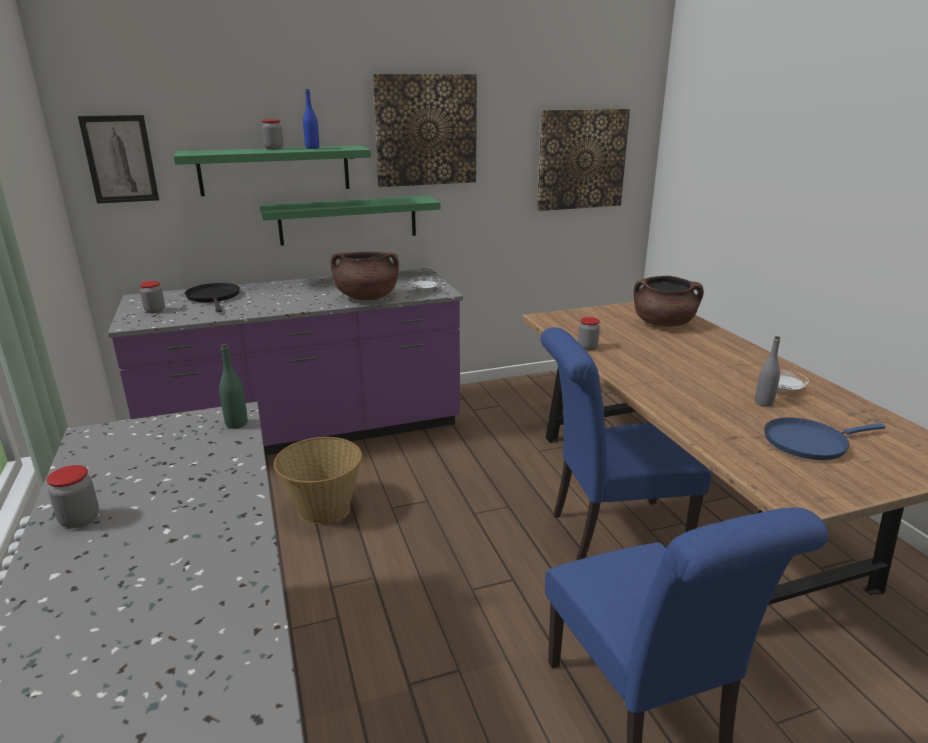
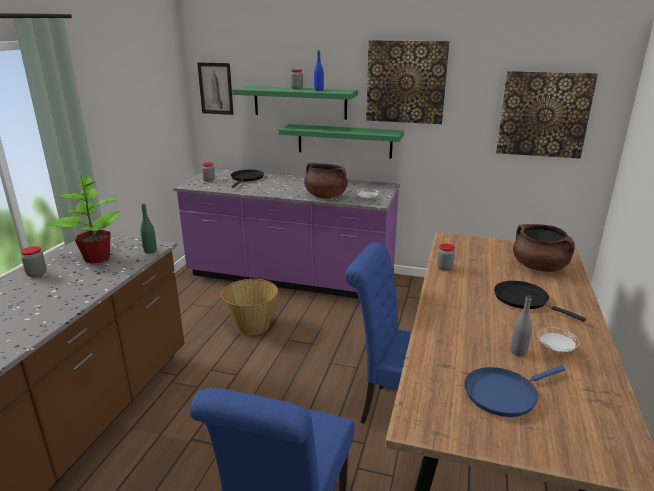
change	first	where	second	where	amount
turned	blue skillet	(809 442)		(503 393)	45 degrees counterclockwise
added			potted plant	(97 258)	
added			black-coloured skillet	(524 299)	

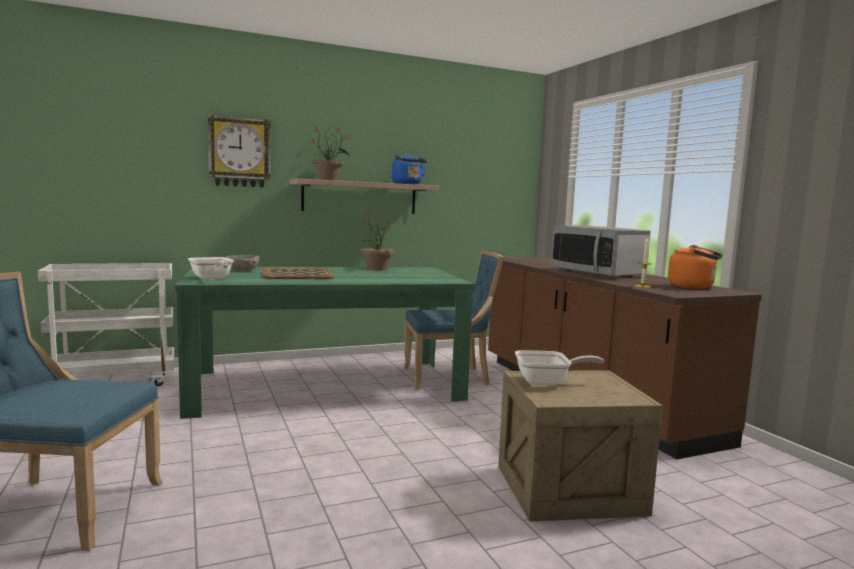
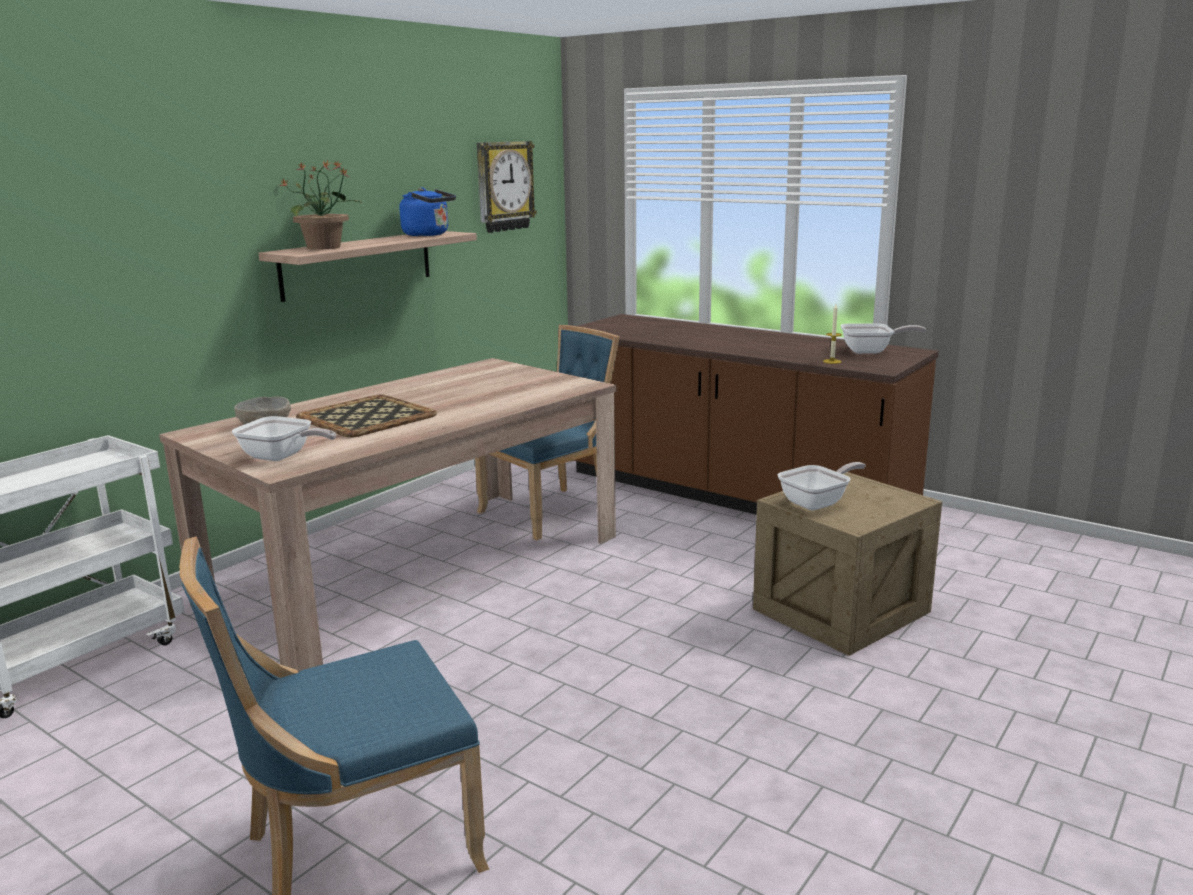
change	first	where	second	where	amount
recoloured	green kitchen table	(326 386)	beige-coloured kitchen table	(418 569)	
moved	hanging clock	(239 152)		(504 186)	
removed	potted plant	(377 269)			
removed	microwave	(597 273)			
replaced	orange-coloured water kettle	(693 287)	skillet	(871 351)	

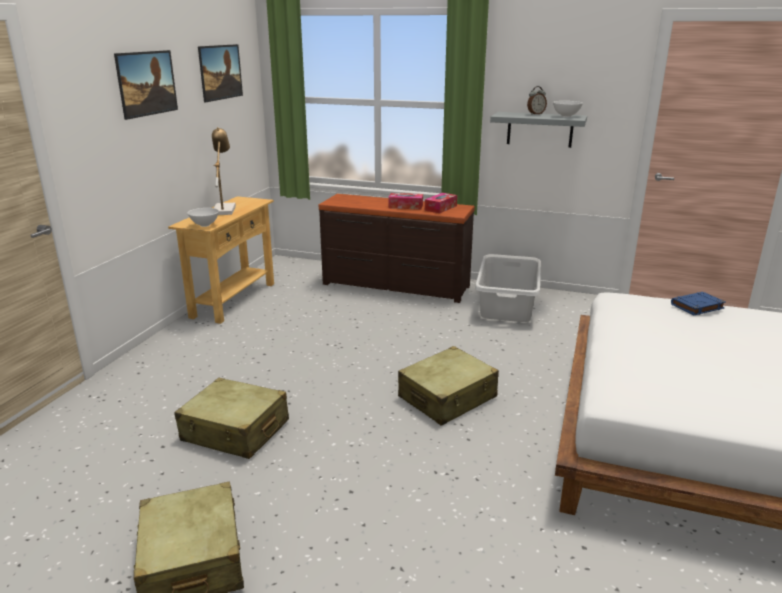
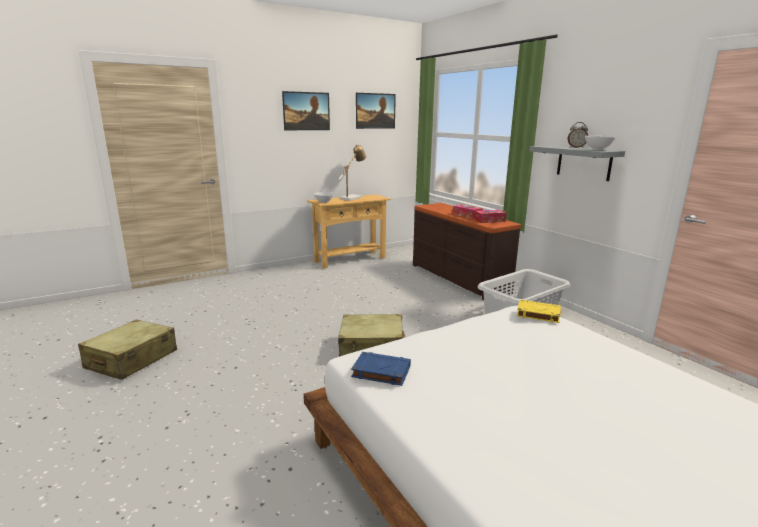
change	first	where	second	where	amount
removed	beige-coloured piece of luggage	(235 431)			
moved	blue volume	(697 306)		(380 372)	
added			yellow volume	(537 314)	

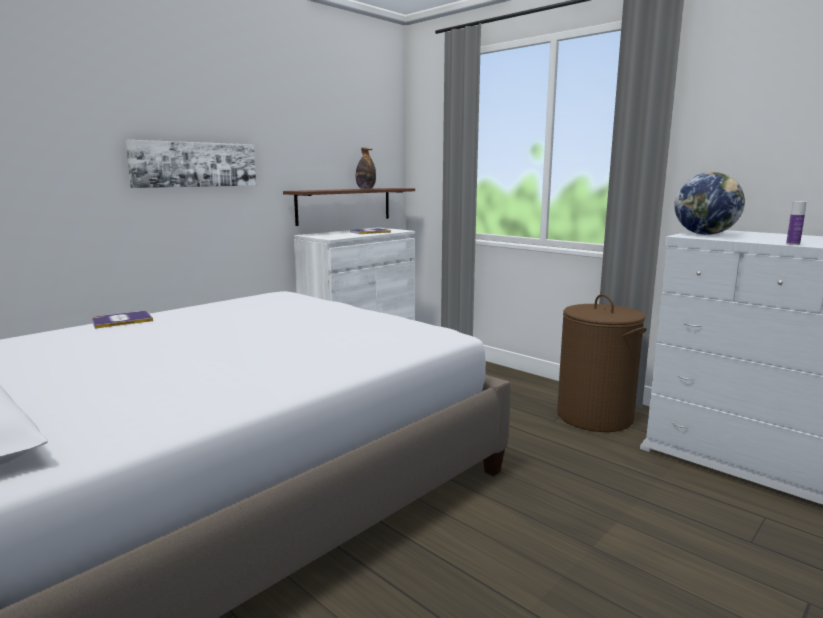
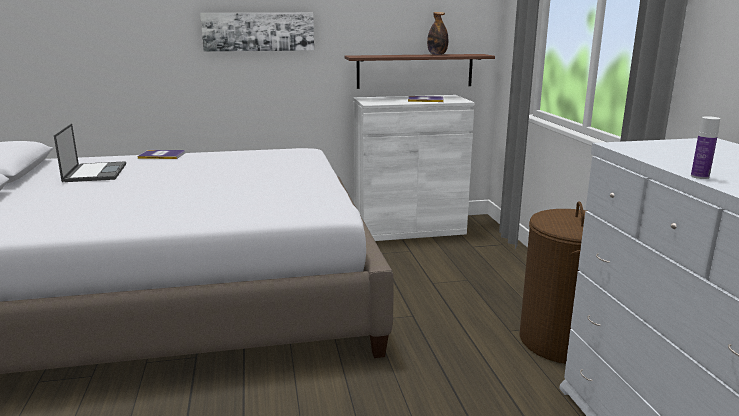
change	first	where	second	where	amount
removed	desk globe	(705 234)			
added			laptop	(95 172)	

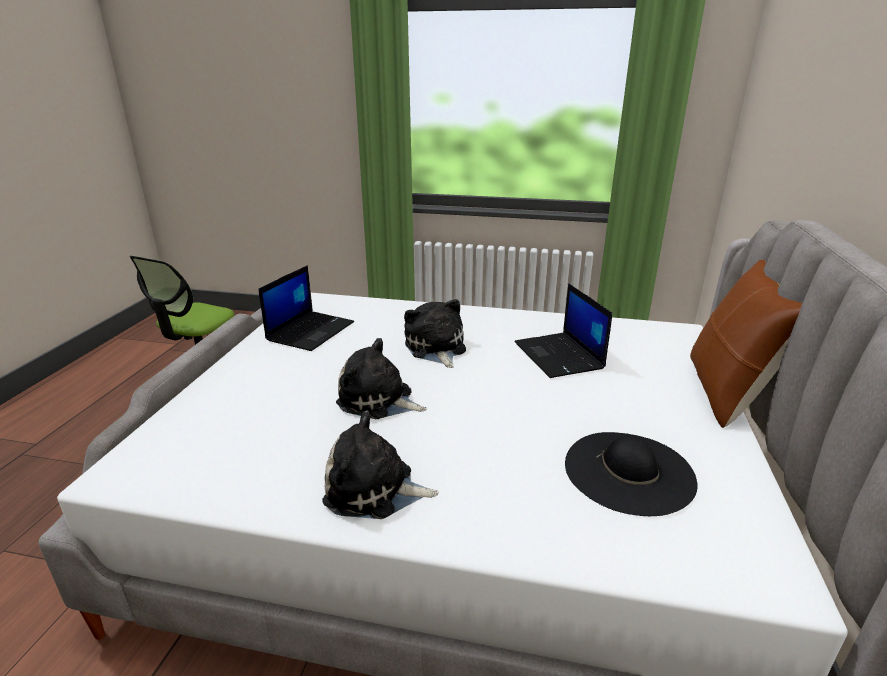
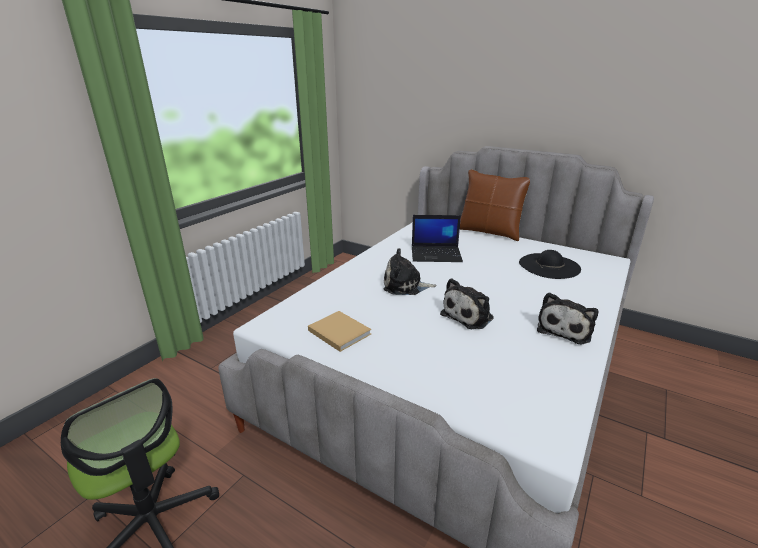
change	first	where	second	where	amount
replaced	laptop	(310 331)	beige-coloured volume	(338 331)	

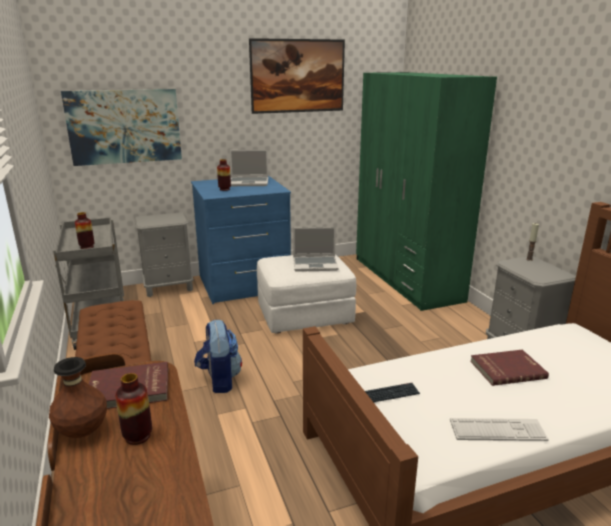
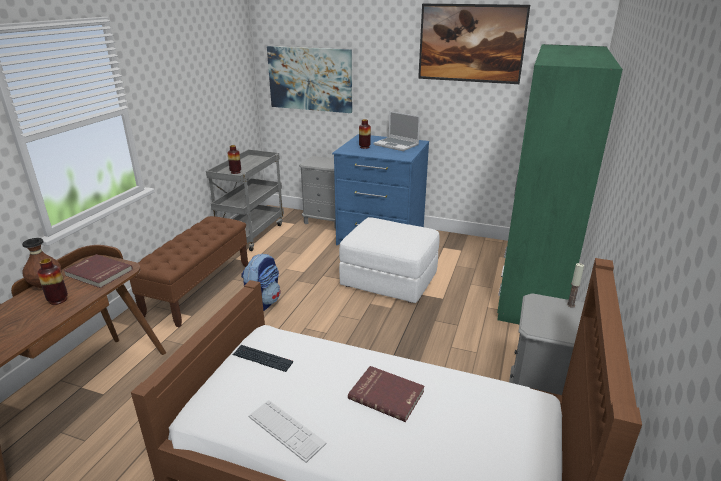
change	first	where	second	where	amount
removed	laptop	(315 264)			

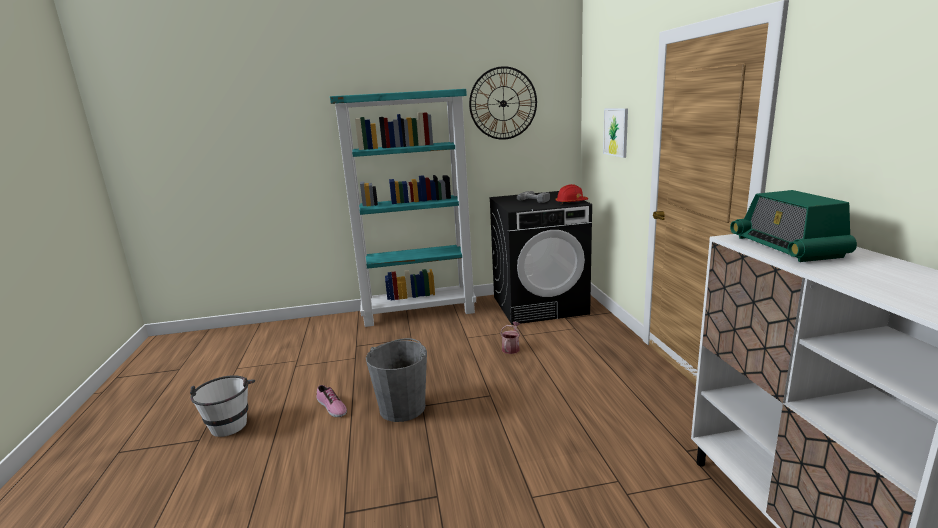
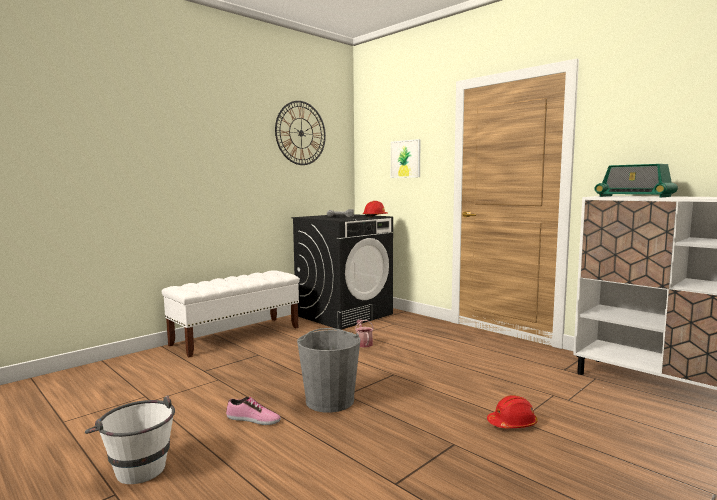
change	first	where	second	where	amount
replaced	turquoise-coloured bookcase	(419 312)	whitish bench	(237 336)	
added			red-coloured hard hat	(512 423)	

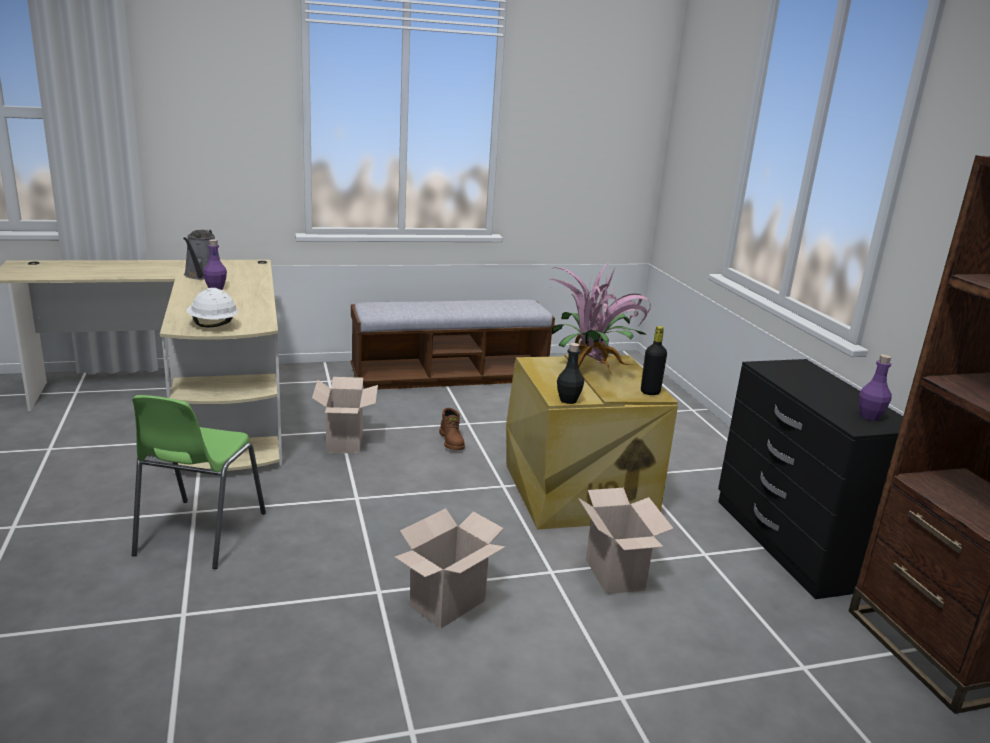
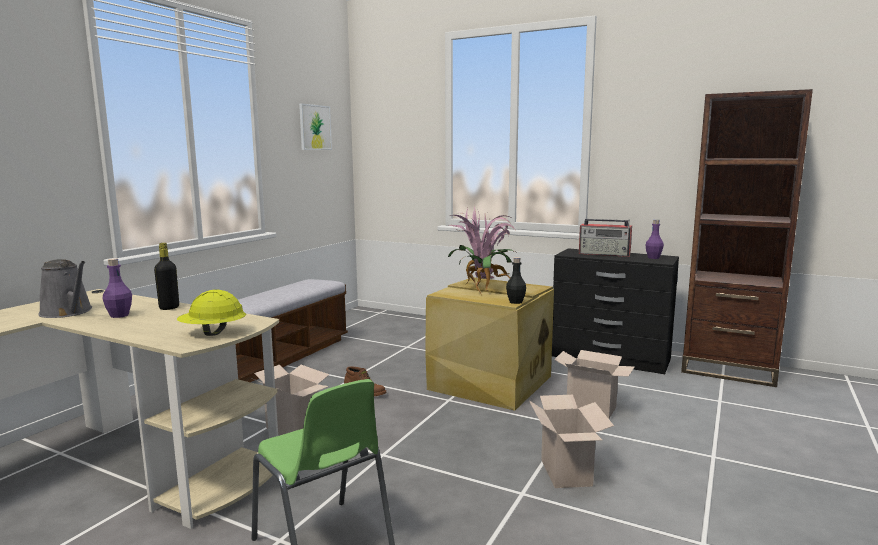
change	first	where	second	where	amount
recoloured	whitish hard hat	(213 325)	yellow hard hat	(213 333)	
moved	black-coloured drink bottle	(650 392)		(169 308)	
added			picture	(315 127)	
added			radio set	(605 254)	

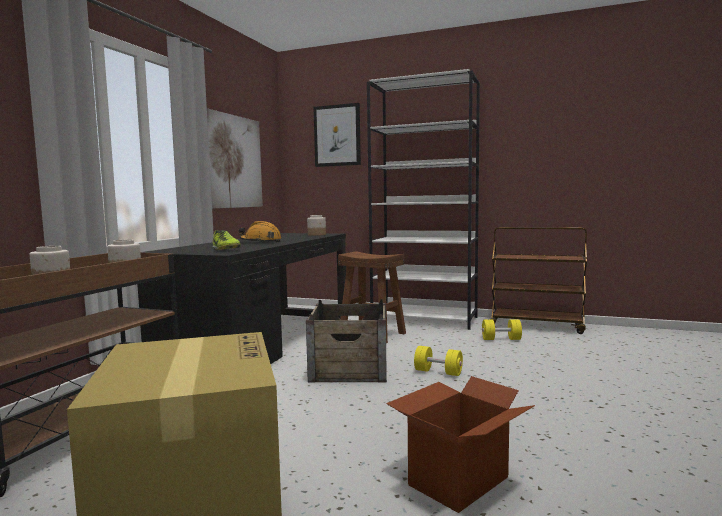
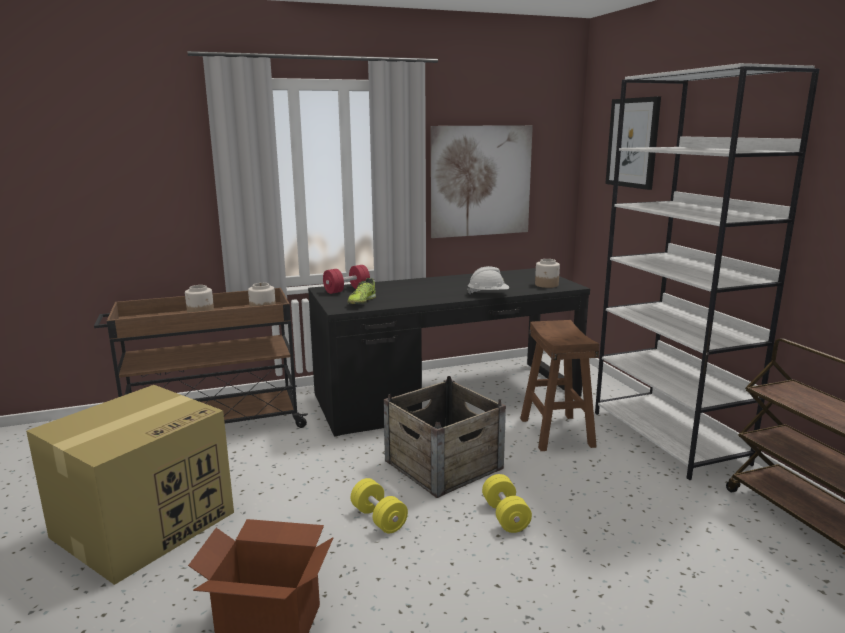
change	first	where	second	where	amount
removed	orange-coloured hard hat	(261 242)			
moved	yellow dumbbell	(501 339)		(379 518)	
added			red-coloured dumbbell	(347 290)	
added			whitish hard hat	(488 294)	

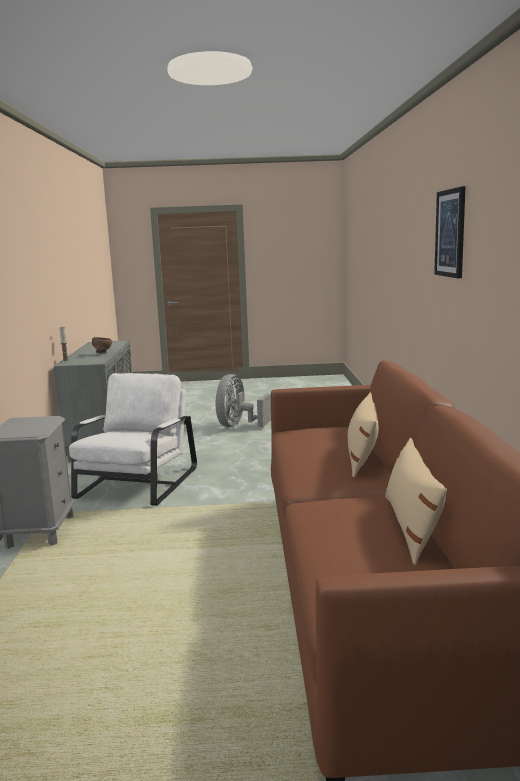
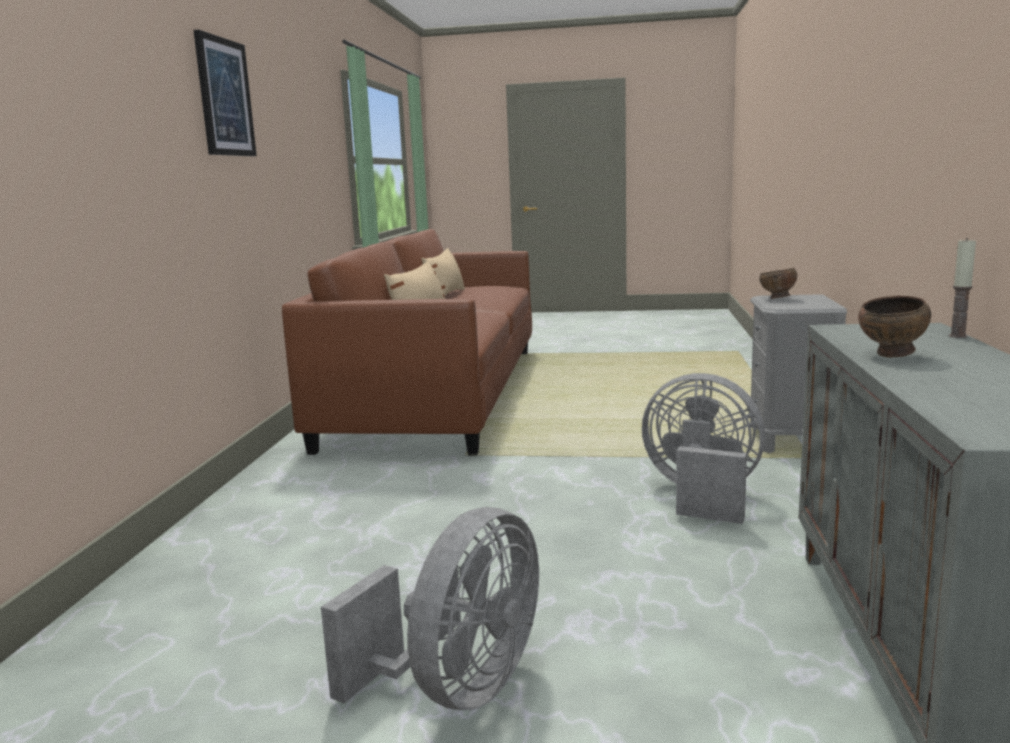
change	first	where	second	where	amount
replaced	whitish easy chair	(137 483)	gray fan	(701 496)	
added			brown-coloured bowl	(777 299)	

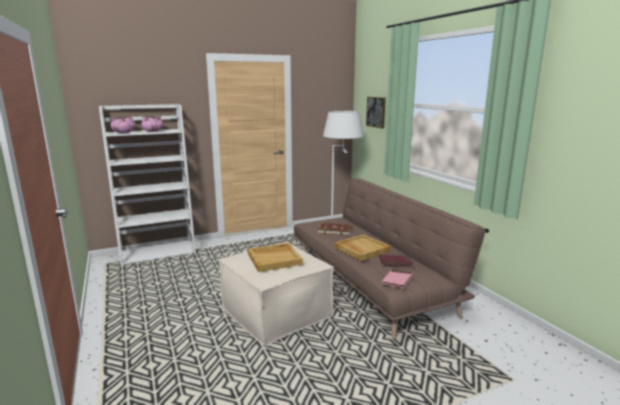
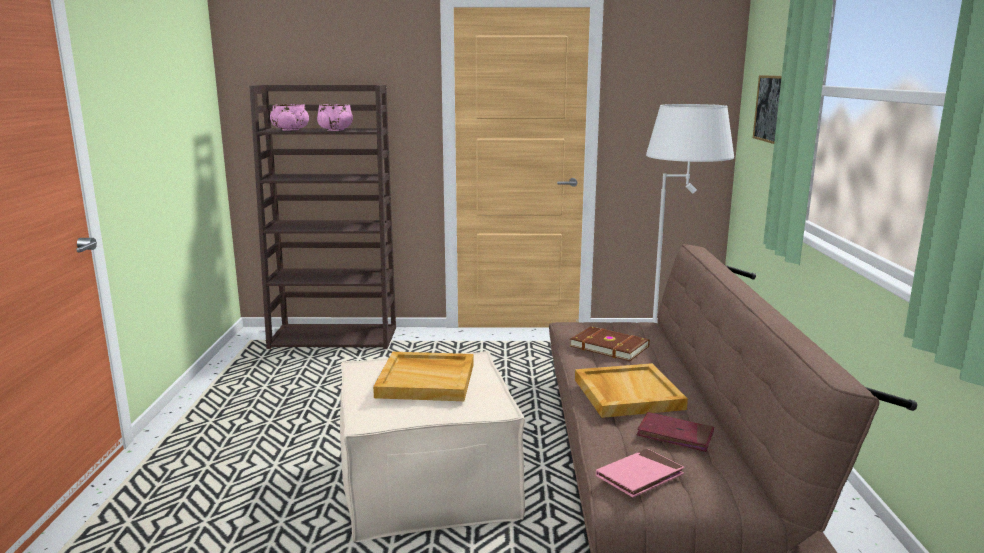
change	first	where	second	where	amount
recoloured	whitish bookcase	(158 253)	brown-coloured bookcase	(335 338)	

